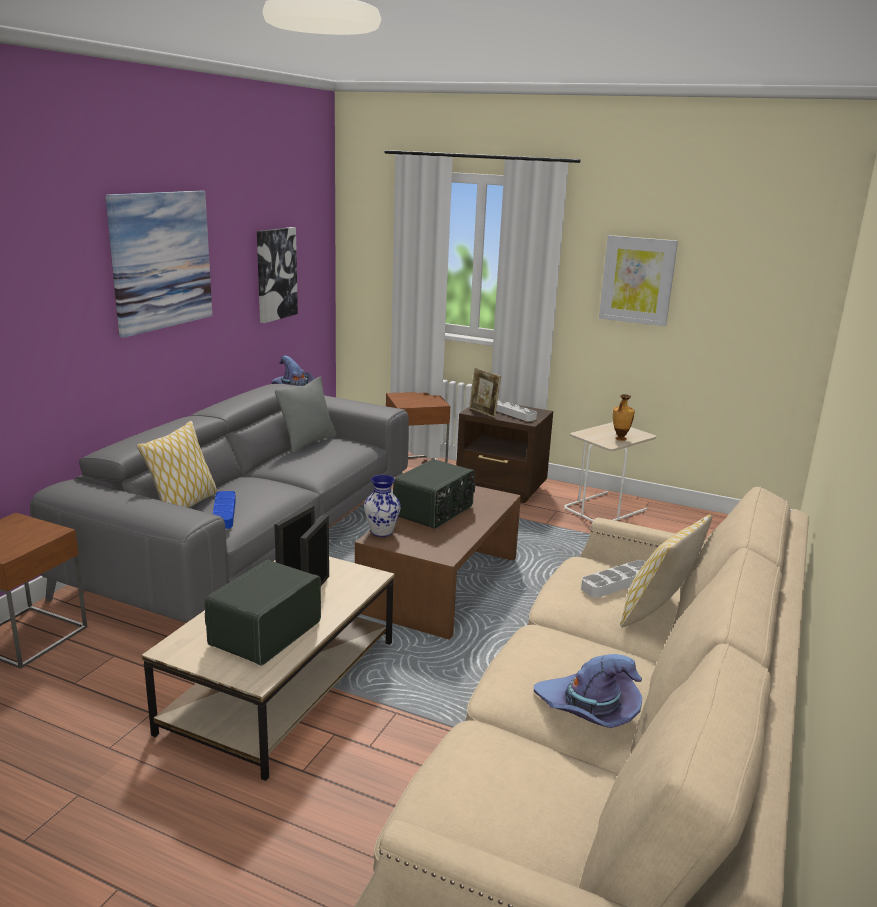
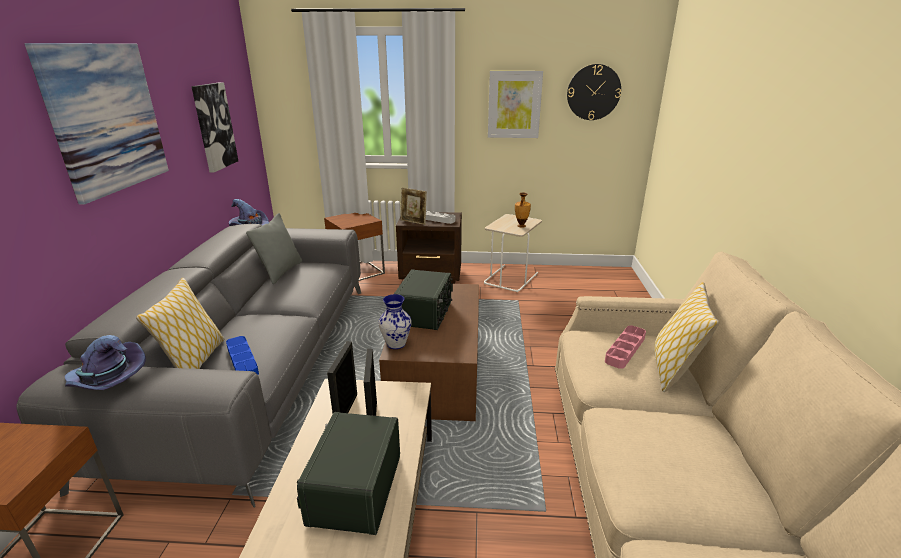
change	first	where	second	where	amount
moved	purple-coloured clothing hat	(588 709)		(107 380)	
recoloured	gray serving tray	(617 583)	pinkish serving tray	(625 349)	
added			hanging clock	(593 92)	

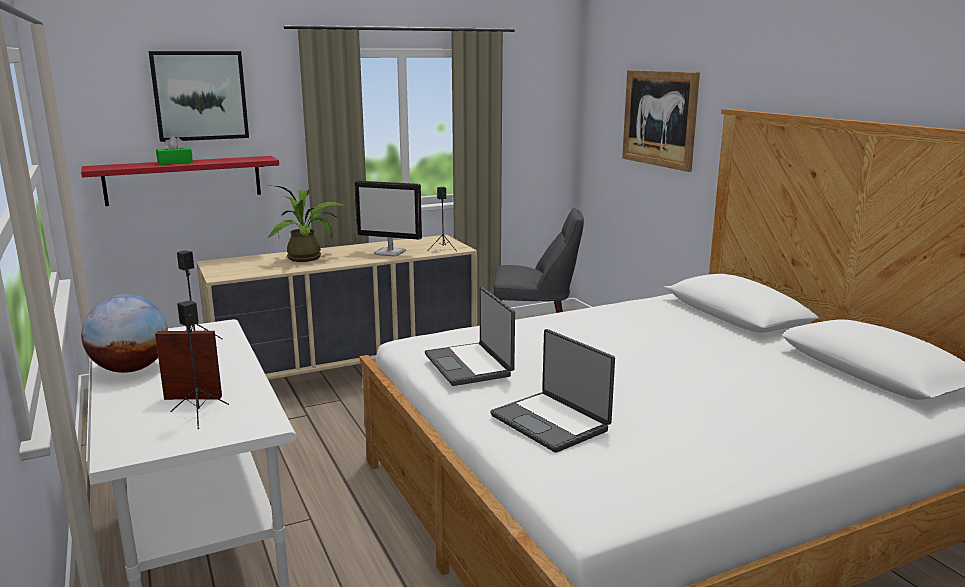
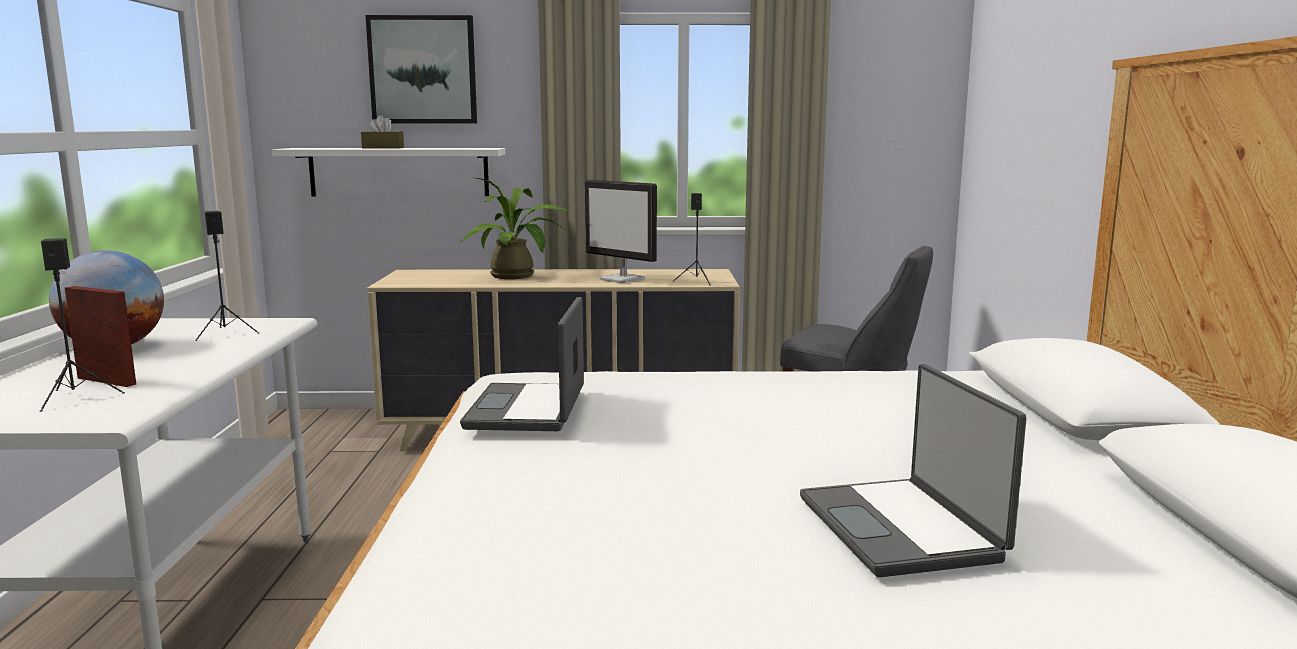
change	first	where	second	where	amount
recoloured	red-coloured shelf	(183 180)	whitish shelf	(399 172)	
recoloured	green tissue holder	(175 162)	brown-coloured tissue holder	(383 148)	
moved	laptop	(551 422)		(902 528)	
removed	picture	(659 118)			

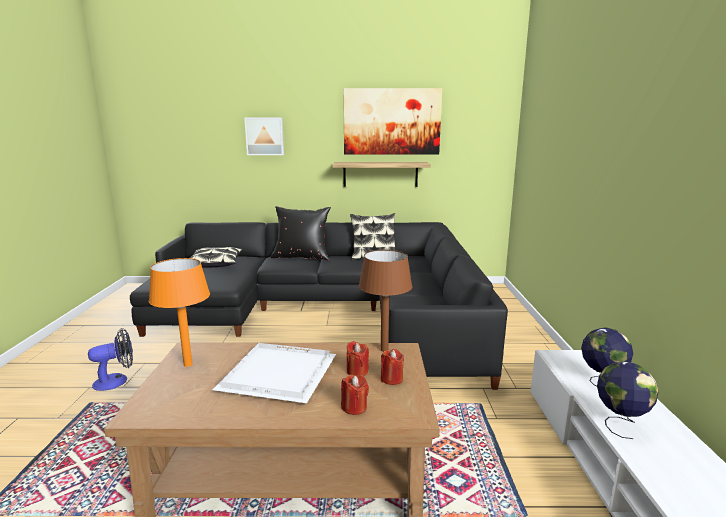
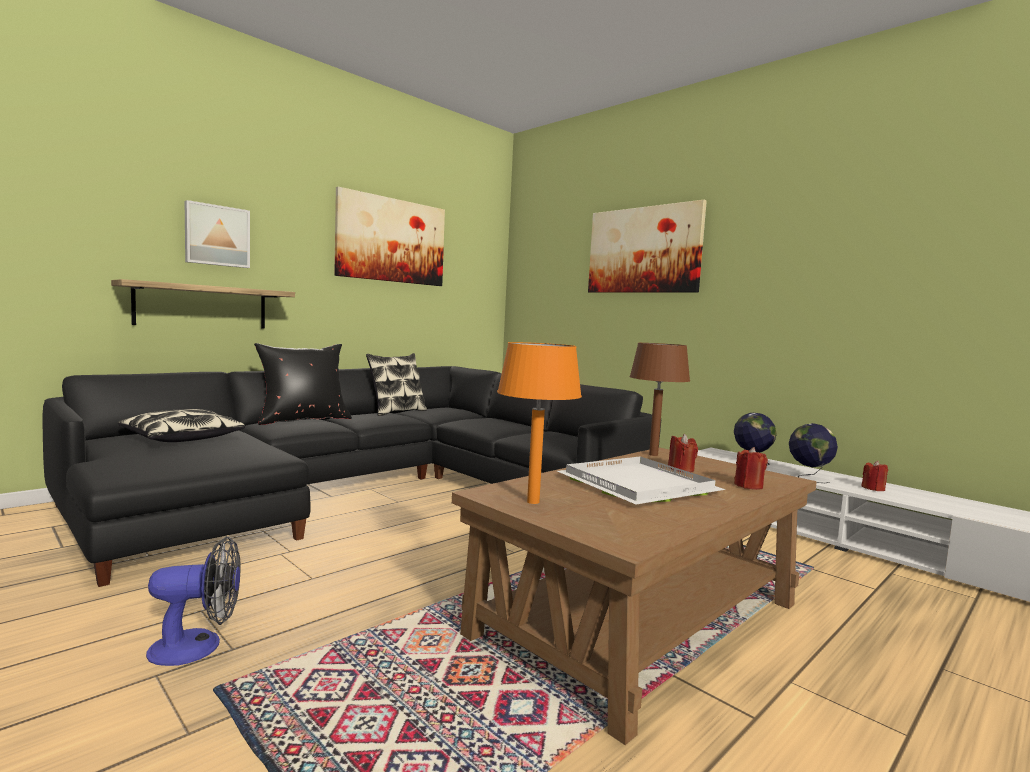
change	first	where	second	where	amount
turned	fan	(117 380)		(198 646)	60 degrees clockwise
moved	shelf	(380 174)		(202 306)	
moved	red-coloured candle	(391 379)		(873 488)	
added			picture	(643 250)	

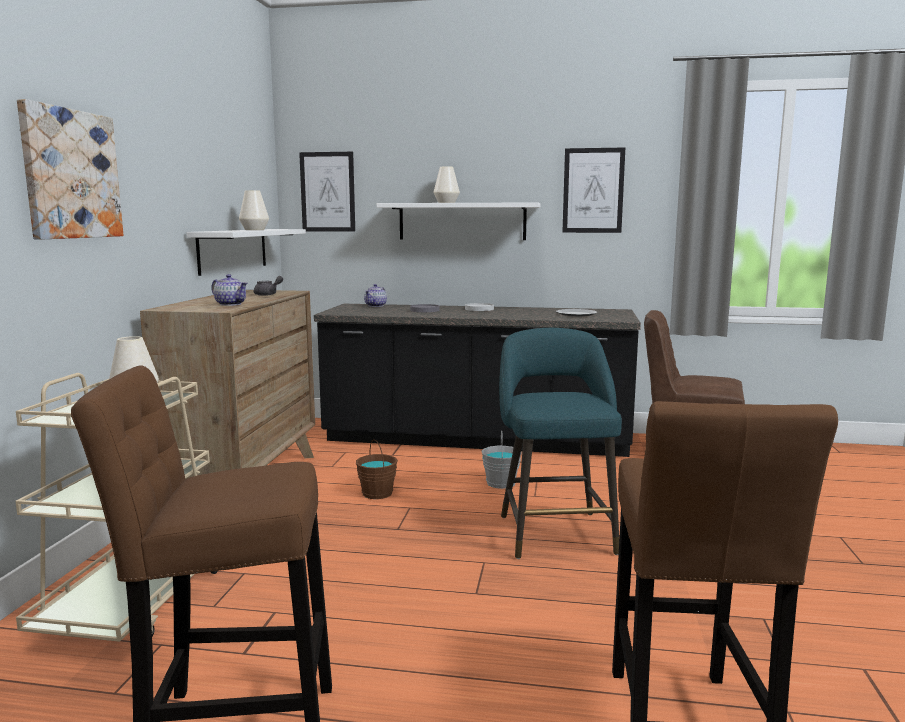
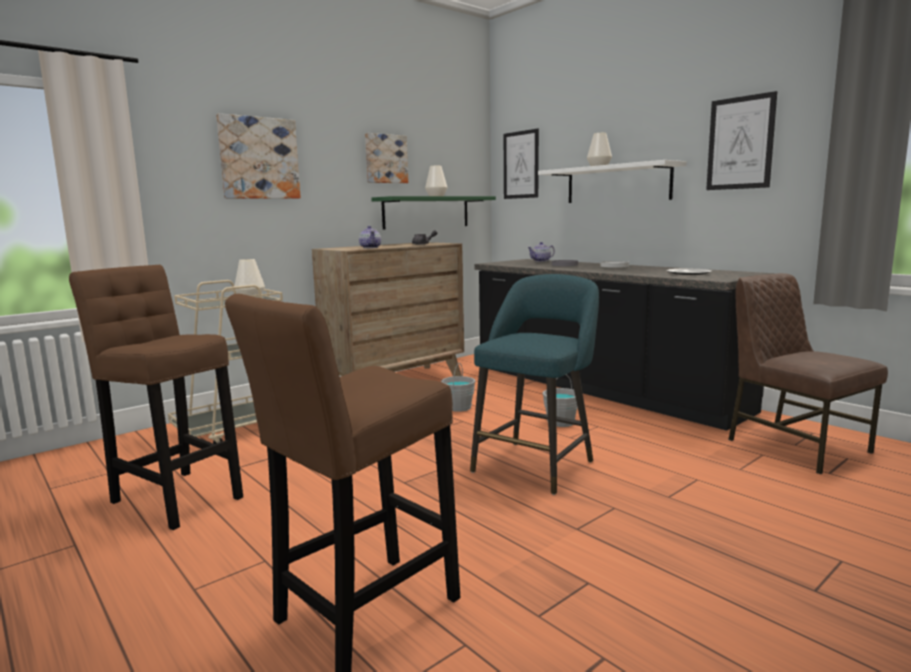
change	first	where	second	where	amount
recoloured	whitish shelf	(233 250)	green shelf	(426 212)	
recoloured	brown-coloured bucket	(377 493)	gray bucket	(459 407)	
added			picture	(385 159)	

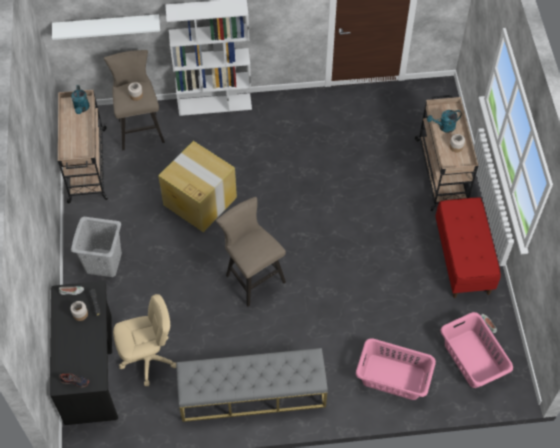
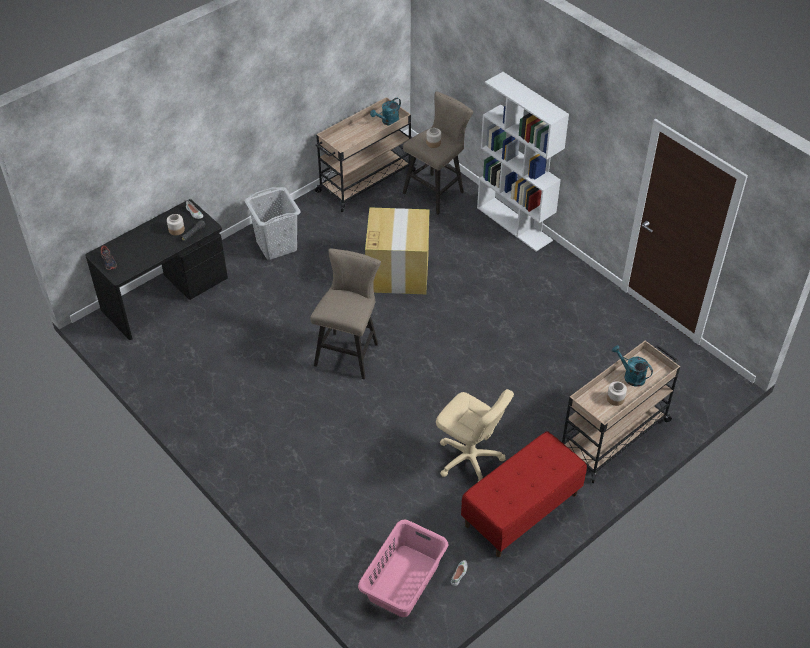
change	first	where	second	where	amount
removed	whitish shelf	(107 25)			
moved	beige-coloured computer chair	(148 359)		(469 459)	
removed	gray bench	(252 393)			
removed	pinkish washing basket	(393 378)			

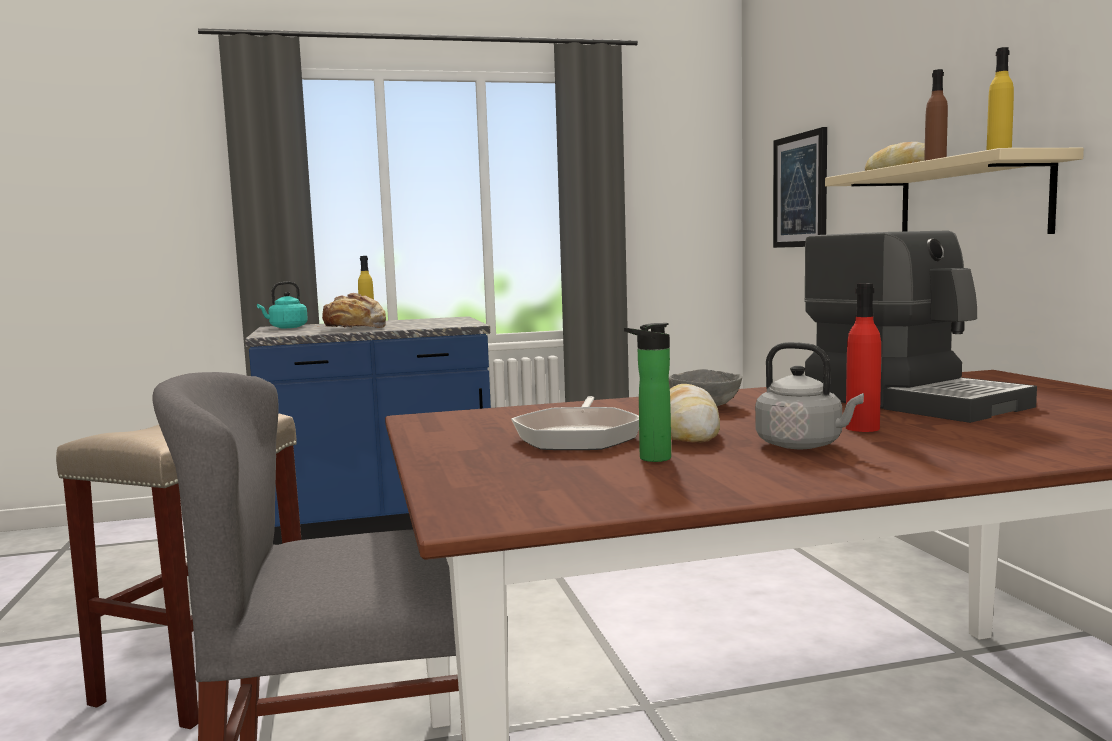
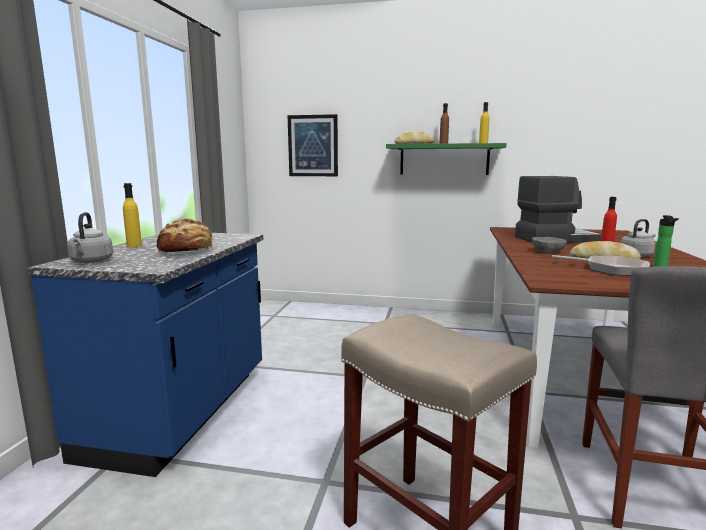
change	first	where	second	where	amount
recoloured	turquoise-coloured water kettle	(286 327)	gray water kettle	(91 261)	
recoloured	beige-coloured shelf	(971 200)	green shelf	(444 159)	

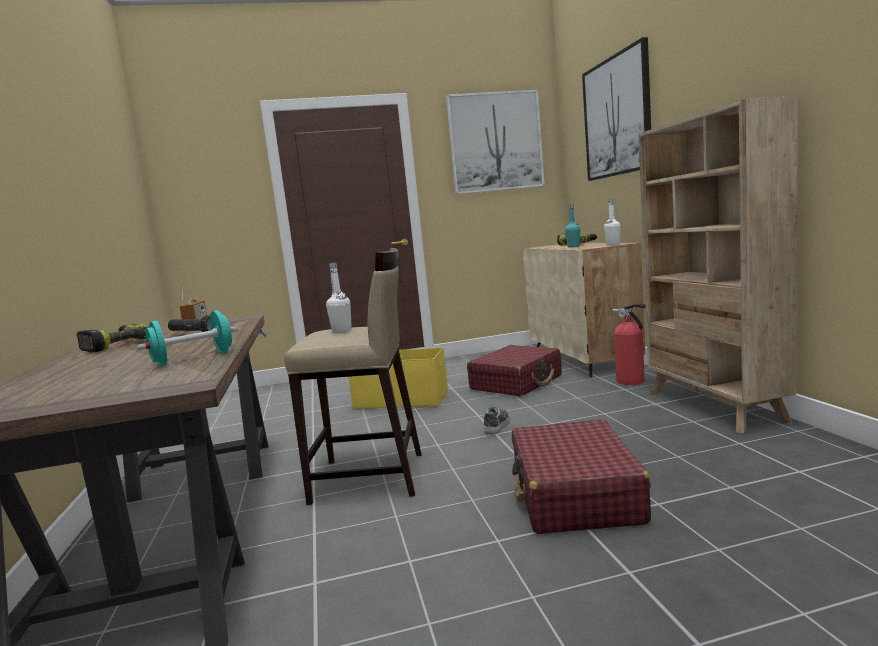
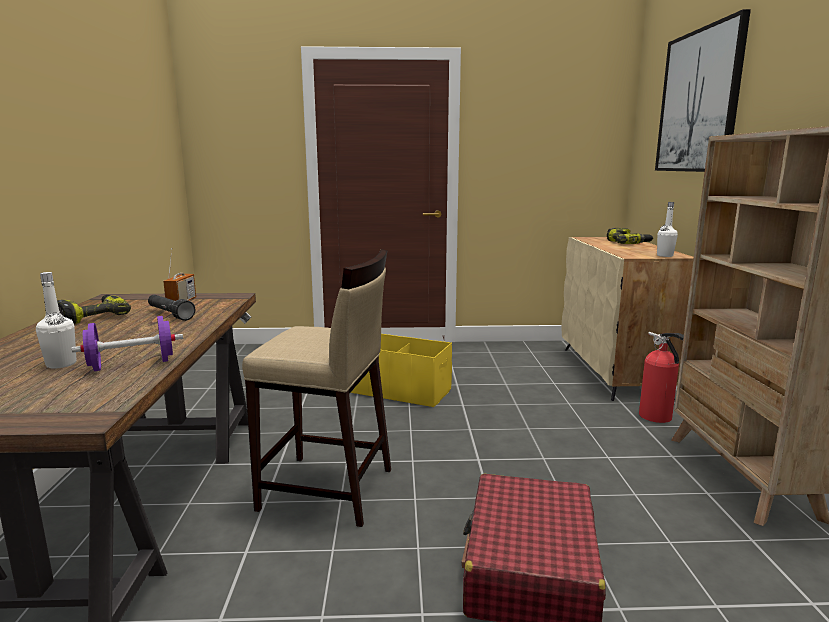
change	first	where	second	where	amount
recoloured	turquoise-coloured dumbbell	(193 359)	purple-coloured dumbbell	(132 365)	
moved	whitish drink bottle	(342 331)		(61 364)	
removed	picture	(495 142)			
removed	red-coloured piece of luggage	(517 382)			
removed	low shoe	(497 425)			
removed	turquoise-coloured drink bottle	(573 247)			

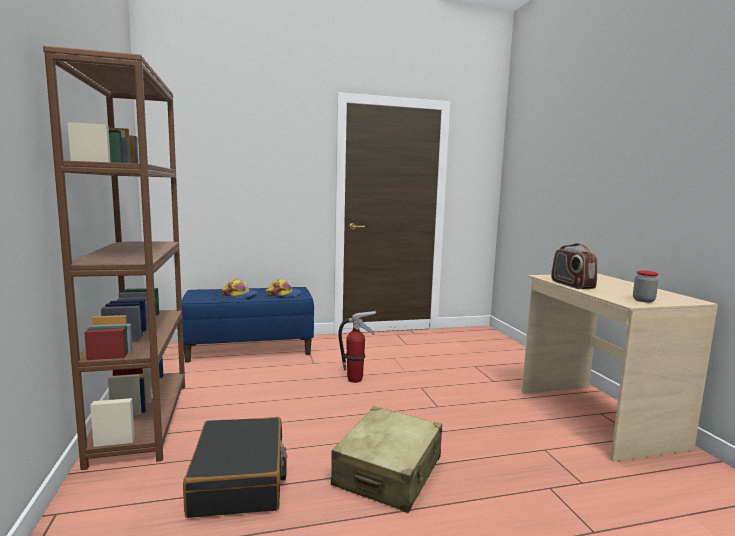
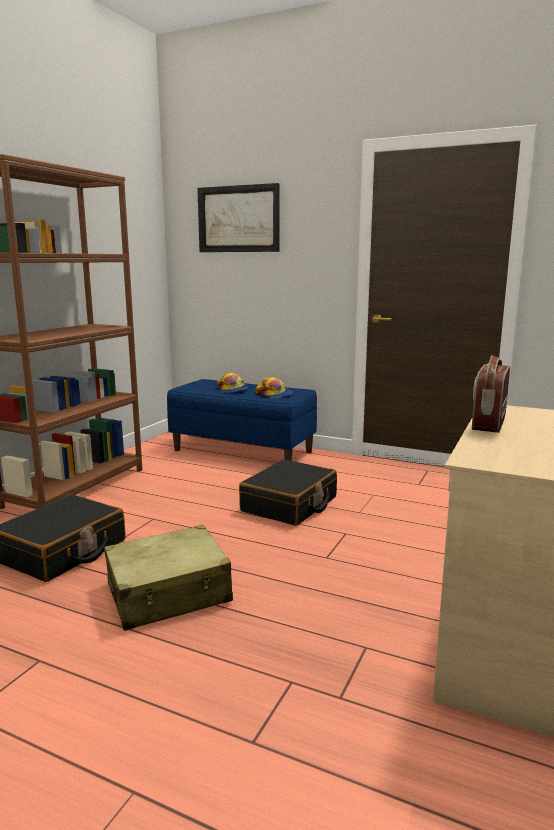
change	first	where	second	where	amount
replaced	fire-fighting cylinder	(355 379)	black-coloured piece of luggage	(290 505)	
removed	preserve jar	(643 300)			
added			picture	(238 219)	

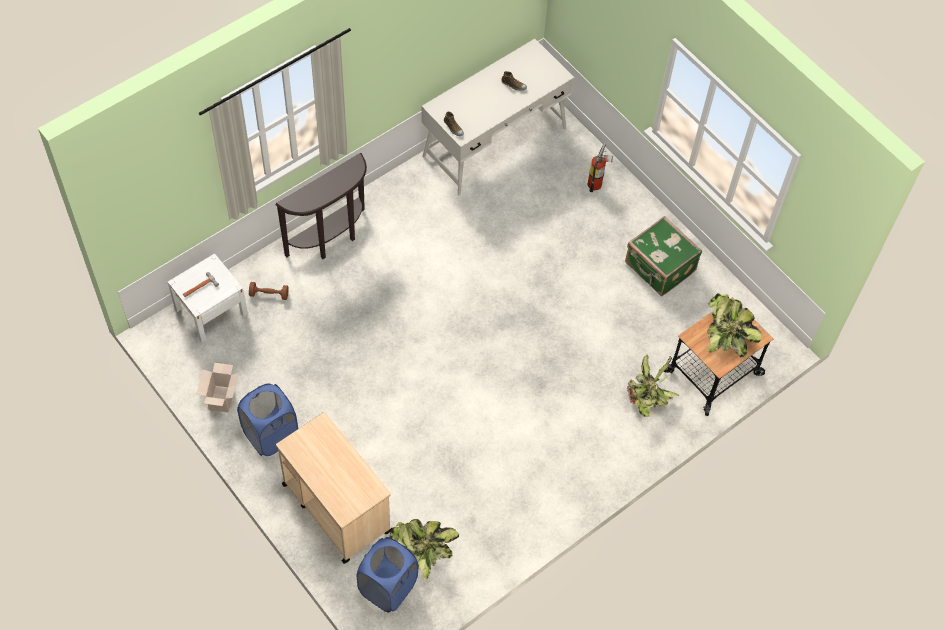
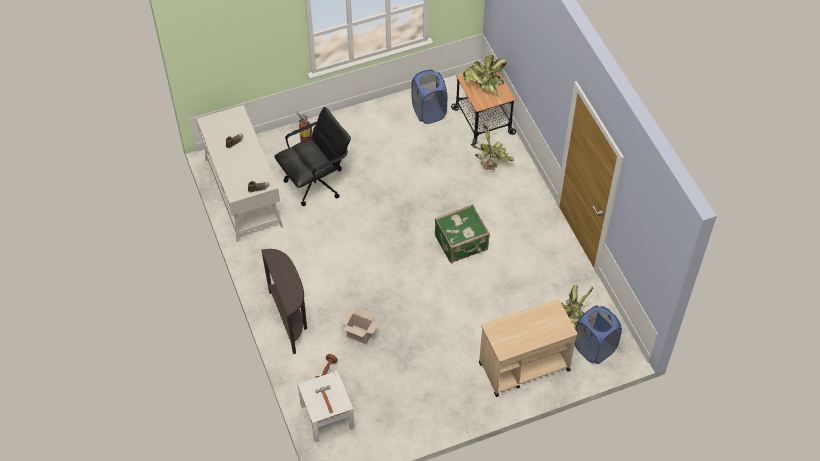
change	first	where	second	where	amount
moved	carton	(221 398)		(359 335)	
moved	blue washing basket	(271 434)		(428 112)	
moved	green piece of luggage	(659 268)		(462 243)	
added			black-coloured computer chair	(316 183)	

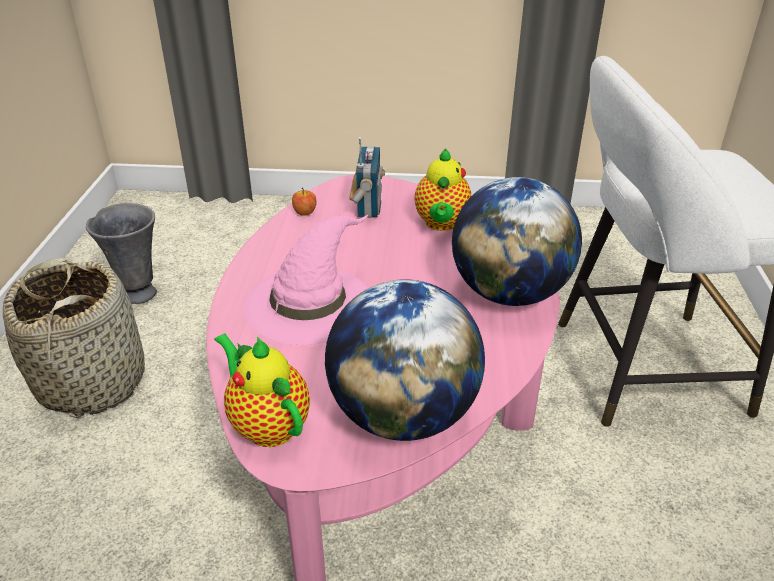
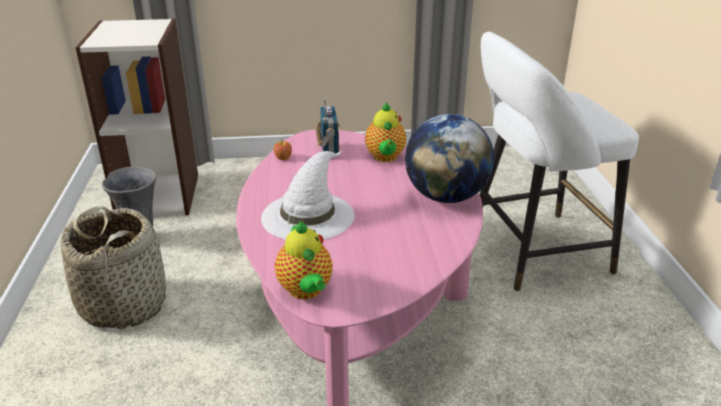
change	first	where	second	where	amount
turned	teapot	(267 424)		(306 291)	150 degrees counterclockwise
recoloured	pinkish clothing hat	(309 302)	whitish clothing hat	(308 215)	
removed	desk globe	(403 415)			
added			bookcase	(159 195)	

